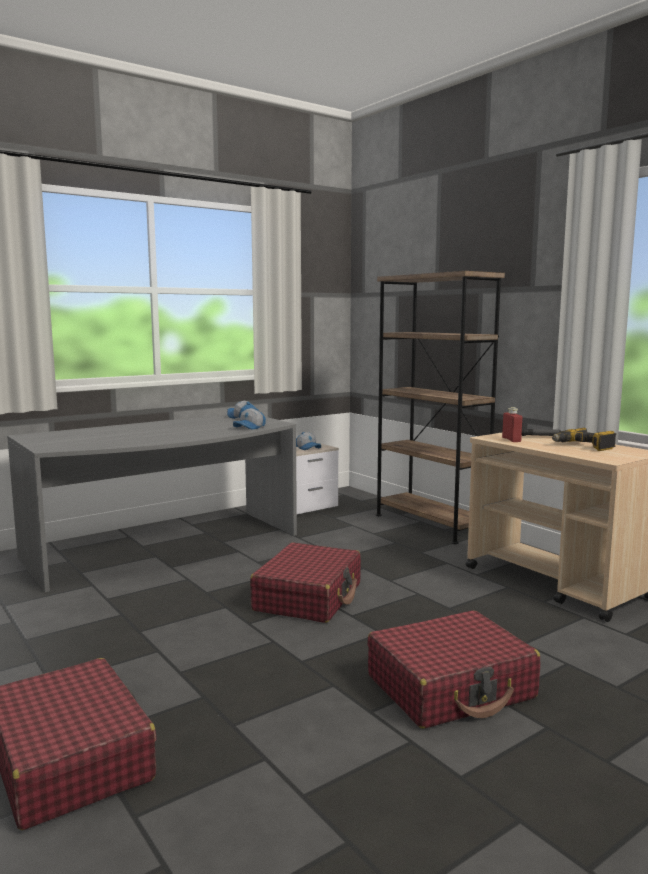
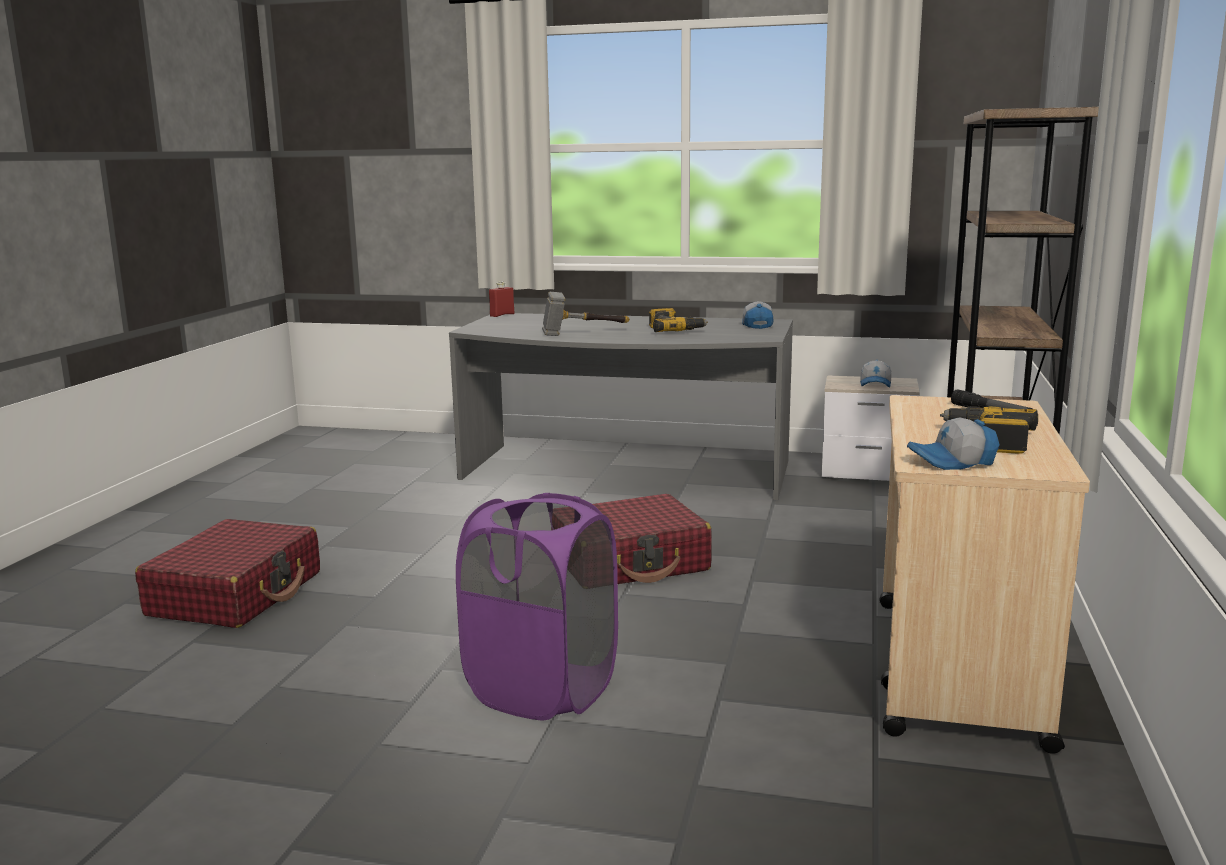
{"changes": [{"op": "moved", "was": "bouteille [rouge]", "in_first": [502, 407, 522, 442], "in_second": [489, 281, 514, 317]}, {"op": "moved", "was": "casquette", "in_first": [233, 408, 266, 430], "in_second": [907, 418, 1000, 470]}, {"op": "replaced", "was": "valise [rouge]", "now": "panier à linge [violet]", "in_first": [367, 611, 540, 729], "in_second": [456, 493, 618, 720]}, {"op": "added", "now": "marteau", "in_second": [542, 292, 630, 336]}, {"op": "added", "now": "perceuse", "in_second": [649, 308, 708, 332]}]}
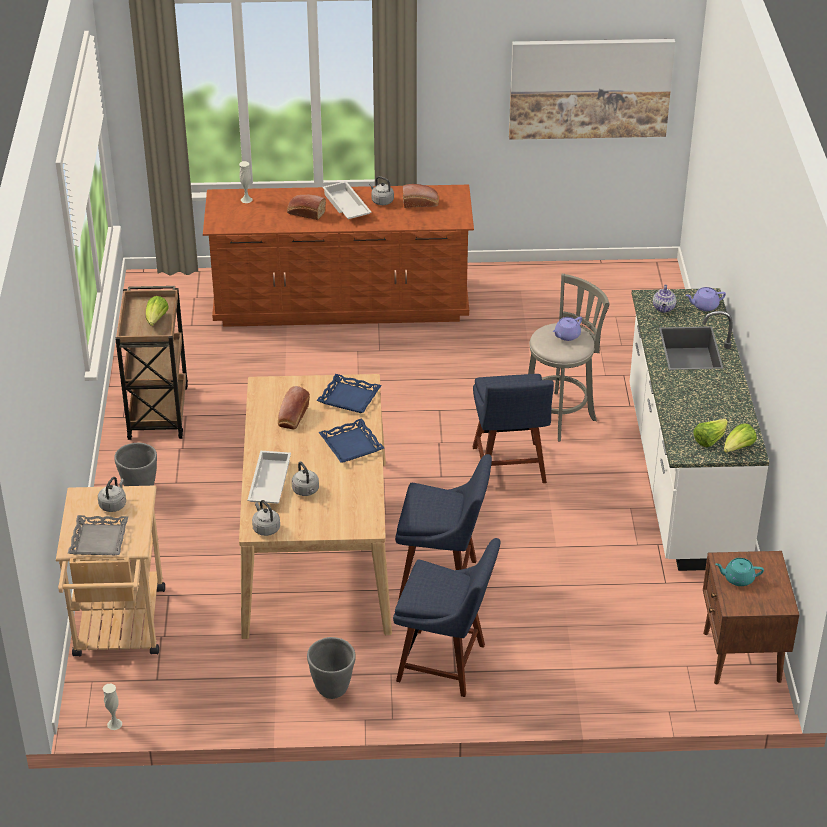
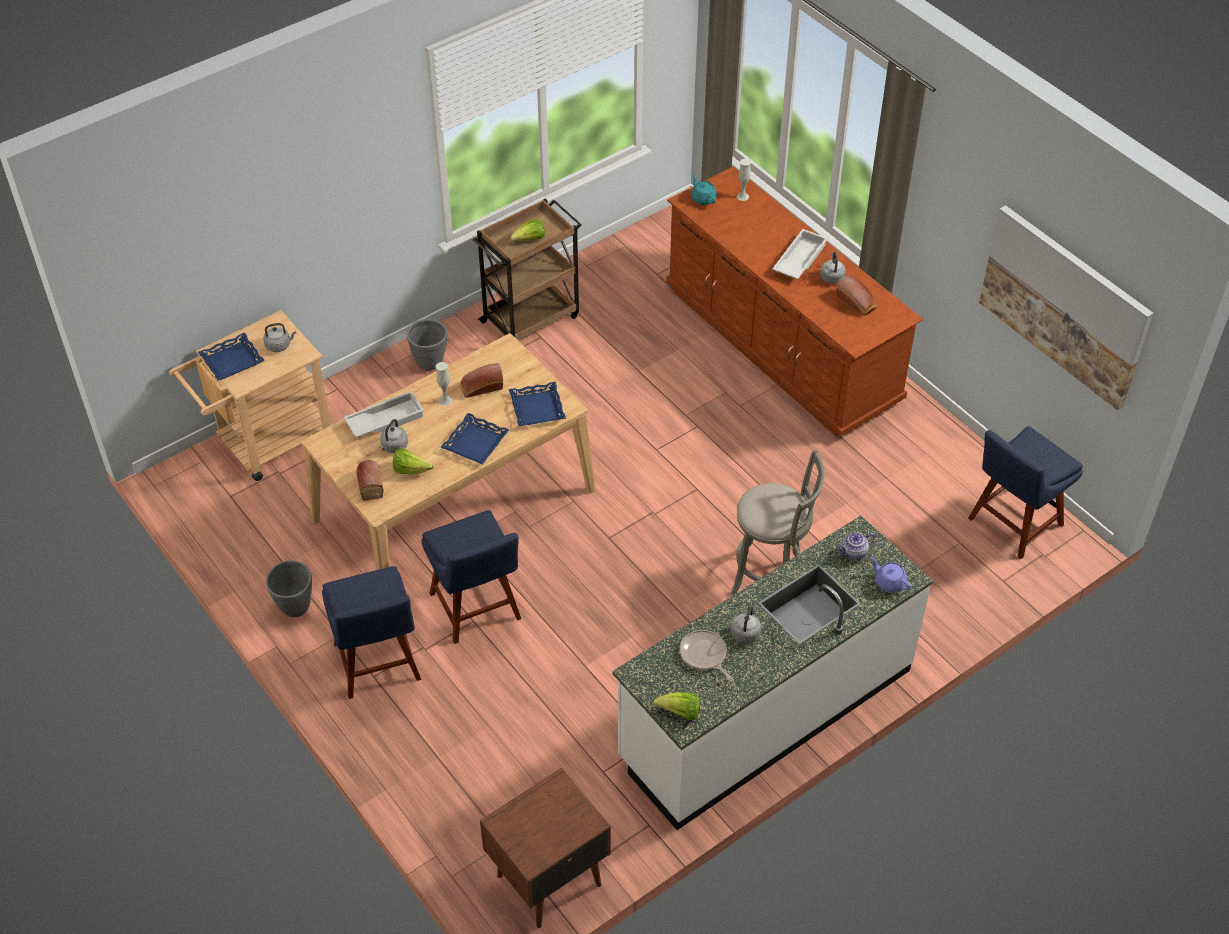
{"changes": [{"op": "moved", "was": "pain", "in_first": [287, 195, 326, 220], "in_second": [356, 460, 384, 501]}, {"op": "removed", "was": "théière [violet]", "in_first": [553, 317, 582, 341]}, {"op": "moved", "was": "chaise [bleu]", "in_first": [472, 374, 554, 483], "in_second": [968, 426, 1083, 559]}, {"op": "moved", "was": "laitue", "in_first": [693, 419, 728, 447], "in_second": [393, 448, 434, 474]}, {"op": "moved", "was": "bouilloire [gris]", "in_first": [252, 500, 280, 536], "in_second": [731, 605, 761, 644]}, {"op": "recoloured", "was": "plateau [gris]", "now": "plateau [bleu]", "in_first": [67, 515, 128, 555], "in_second": [198, 332, 265, 380]}, {"op": "moved", "was": "théière [turquoise]", "in_first": [715, 558, 764, 586], "in_second": [691, 175, 717, 205]}, {"op": "moved", "was": "vase [blanc]", "in_first": [103, 683, 122, 730], "in_second": [436, 362, 452, 405]}, {"op": "added", "now": "poêle", "in_second": [680, 630, 733, 681]}]}
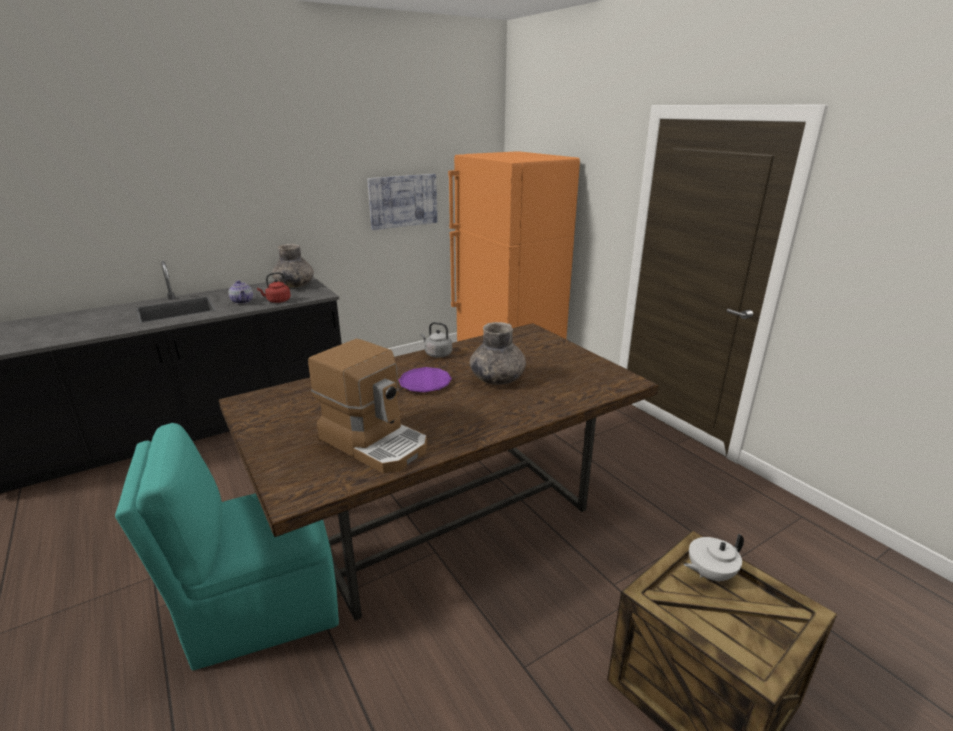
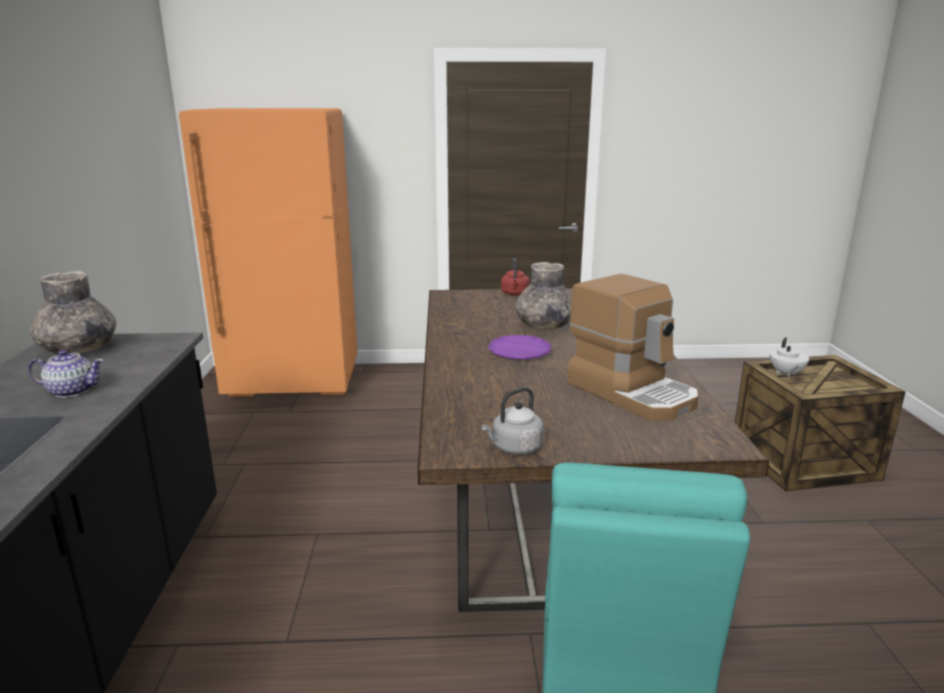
{"changes": [{"op": "removed", "was": "tableau", "in_first": [367, 174, 437, 230]}, {"op": "moved", "was": "bouilloire [rouge]", "in_first": [257, 272, 291, 303], "in_second": [501, 258, 530, 295]}, {"op": "moved", "was": "bouilloire [gris]", "in_first": [420, 322, 452, 358], "in_second": [482, 387, 544, 455]}, {"op": "turned", "was": "machine à café", "in_first": [308, 339, 427, 473], "in_second": [567, 274, 698, 421], "clockwise": 75}]}
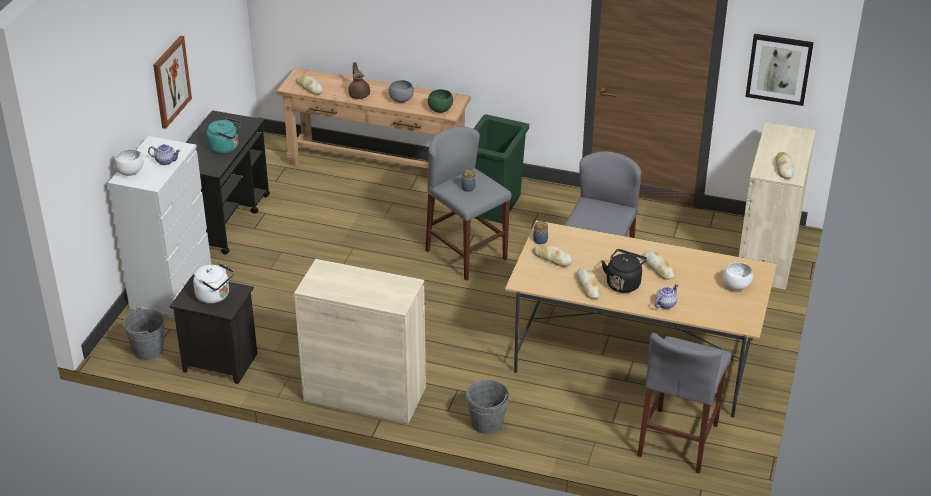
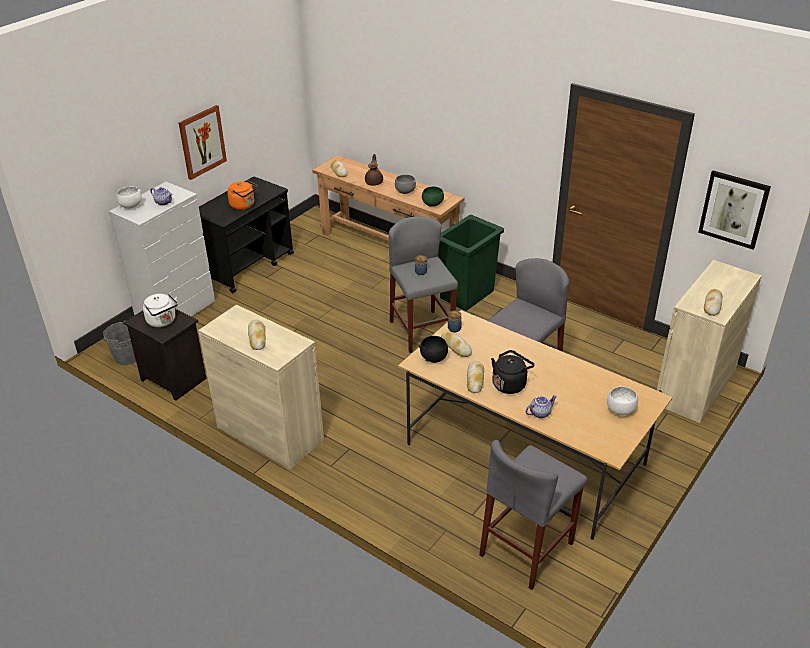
{"changes": [{"op": "recoloured", "was": "bouilloire [turquoise]", "now": "bouilloire [orange]", "in_first": [206, 117, 242, 154], "in_second": [227, 180, 258, 210]}, {"op": "moved", "was": "pain", "in_first": [642, 251, 675, 280], "in_second": [248, 319, 266, 350]}, {"op": "removed", "was": "seau [gris]", "in_first": [466, 380, 510, 434]}, {"op": "added", "now": "bol [noir]", "in_second": [419, 336, 448, 363]}]}
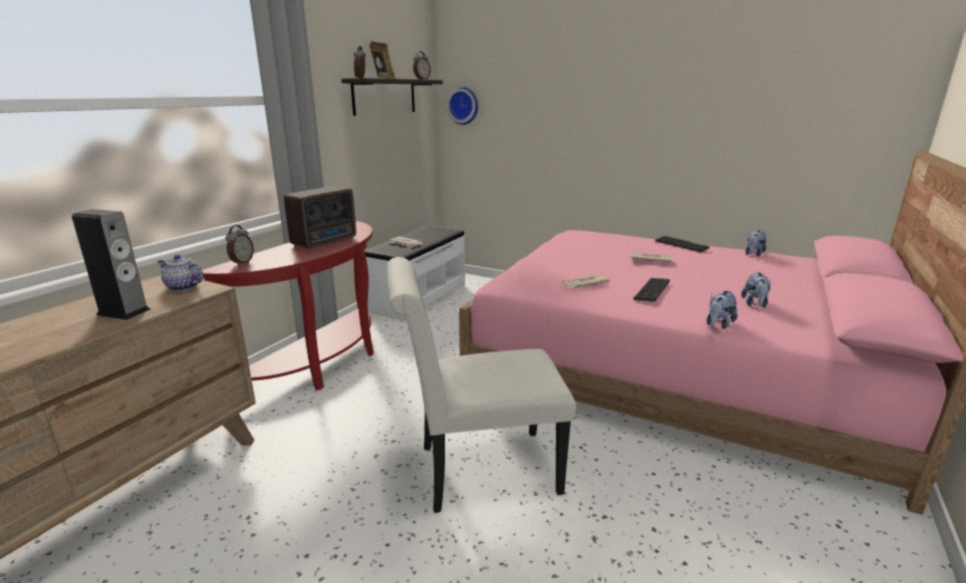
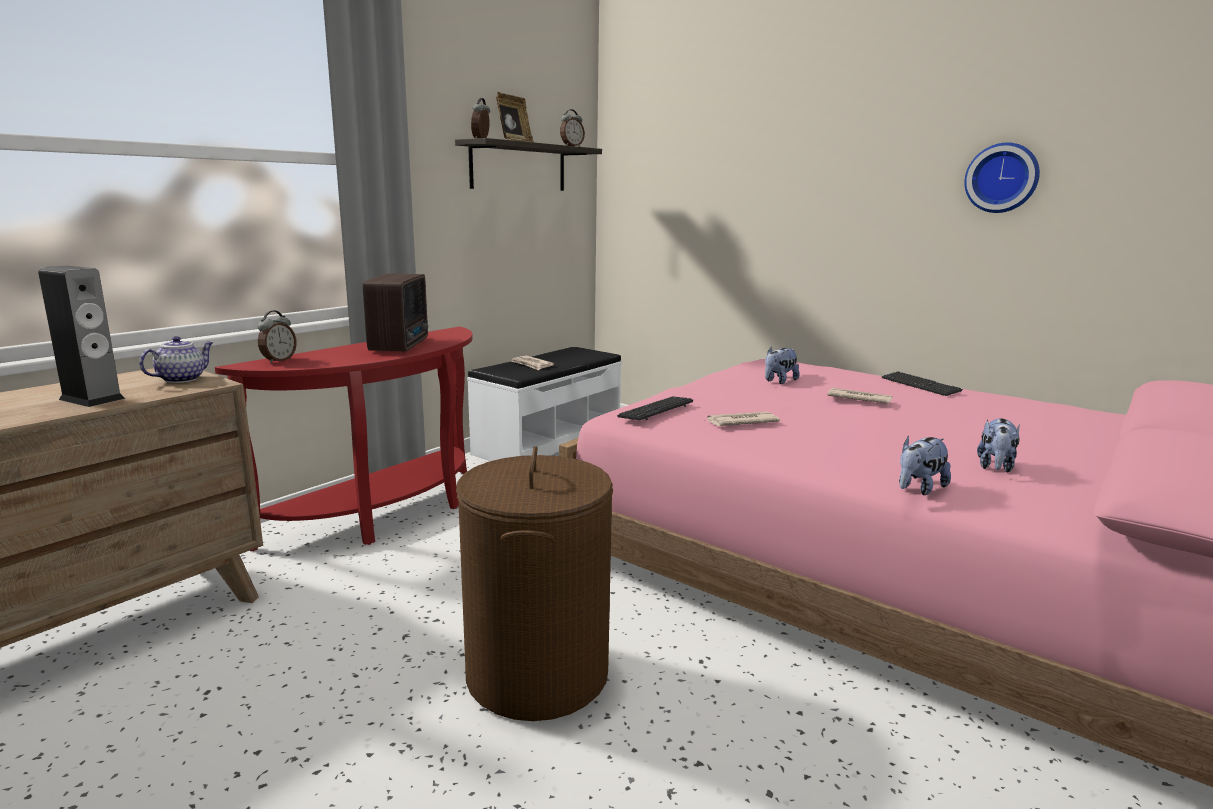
{"changes": [{"op": "moved", "was": "horloge murale", "in_first": [447, 87, 478, 125], "in_second": [964, 143, 1040, 213]}, {"op": "turned", "was": "radio", "in_first": [284, 186, 356, 248], "in_second": [363, 273, 428, 352], "clockwise": -45}, {"op": "moved", "was": "peluche", "in_first": [745, 230, 766, 257], "in_second": [765, 347, 799, 384]}, {"op": "turned", "was": "théière", "in_first": [157, 255, 203, 291], "in_second": [139, 336, 213, 383], "clockwise": 90}, {"op": "replaced", "was": "chaise [blanc]", "now": "panier à linge [marron]", "in_first": [387, 257, 576, 513], "in_second": [456, 446, 613, 721]}, {"op": "moved", "was": "clavier", "in_first": [633, 278, 670, 302], "in_second": [617, 396, 693, 420]}]}
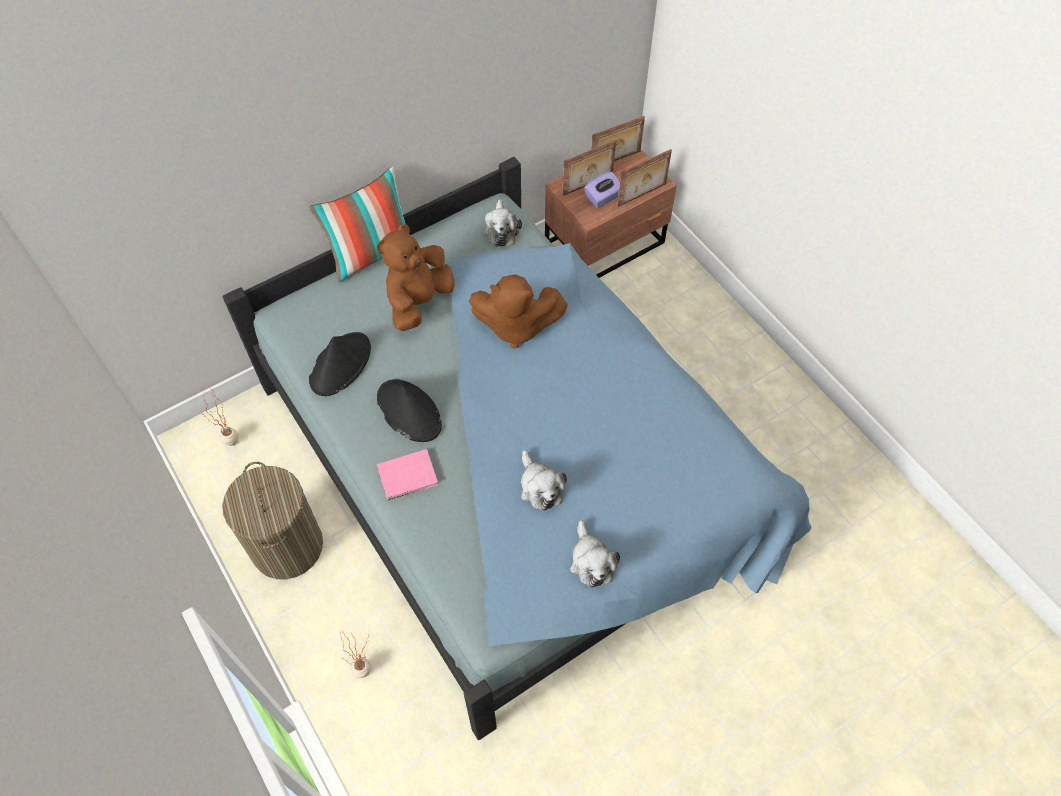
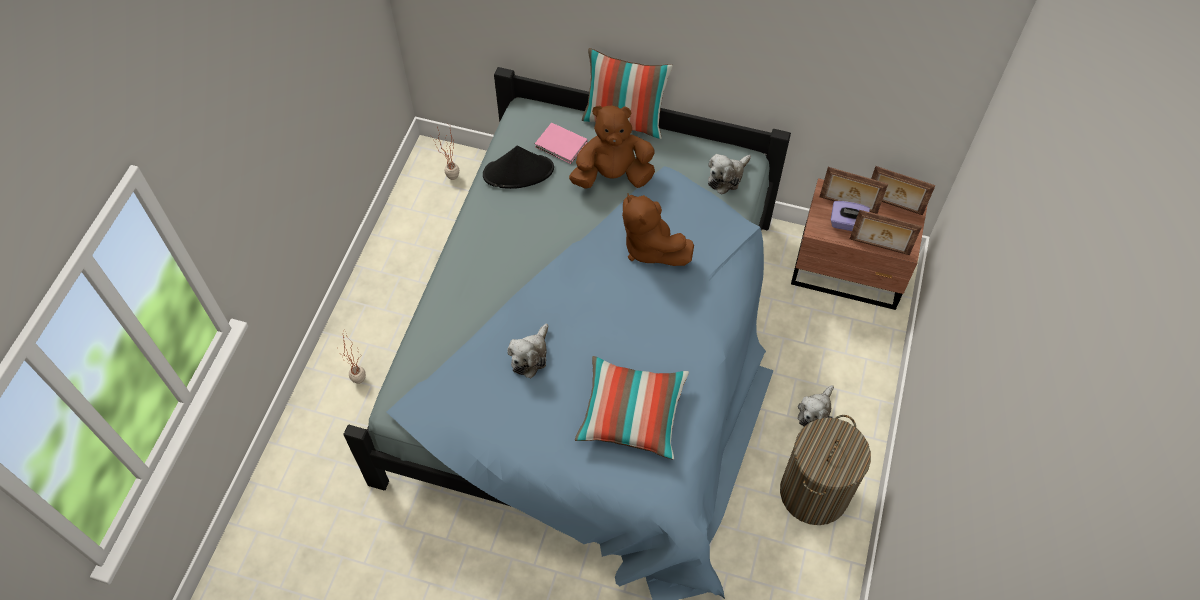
{"changes": [{"op": "removed", "was": "chapeau [noir]", "in_first": [377, 379, 442, 442]}, {"op": "moved", "was": "livre [rose]", "in_first": [377, 449, 438, 501], "in_second": [535, 122, 587, 164]}, {"op": "moved", "was": "panier à linge", "in_first": [222, 462, 323, 579], "in_second": [780, 415, 871, 525]}, {"op": "moved", "was": "peluche", "in_first": [570, 520, 620, 588], "in_second": [798, 385, 834, 427]}, {"op": "added", "now": "coussin", "in_second": [575, 356, 689, 459]}]}
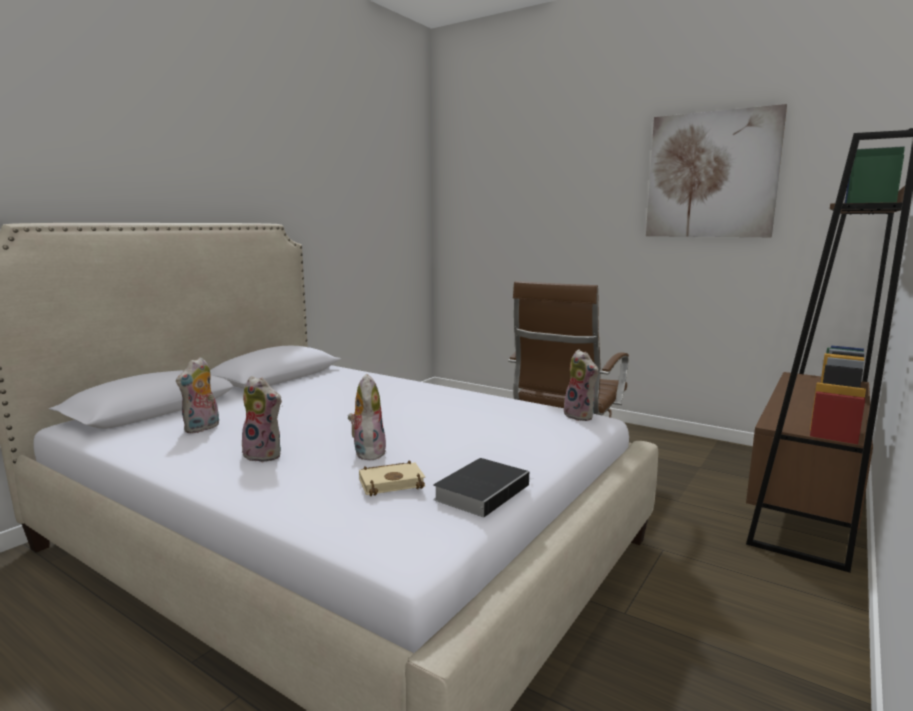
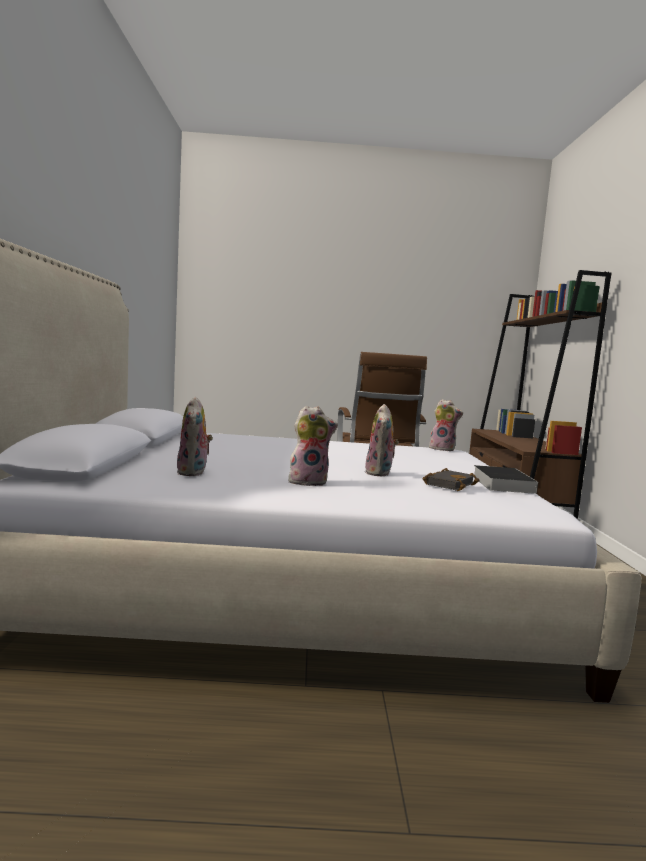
{"changes": [{"op": "removed", "was": "tableau", "in_first": [646, 104, 787, 237]}, {"op": "turned", "was": "peluche", "in_first": [348, 374, 386, 460], "in_second": [365, 404, 399, 476], "clockwise": -135}, {"op": "recoloured", "was": "livre [beige]", "now": "livre [noir]", "in_first": [359, 460, 425, 496], "in_second": [422, 468, 480, 491]}]}
